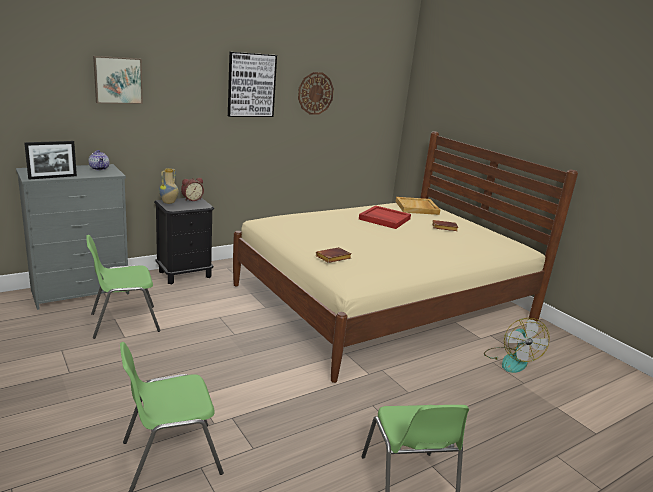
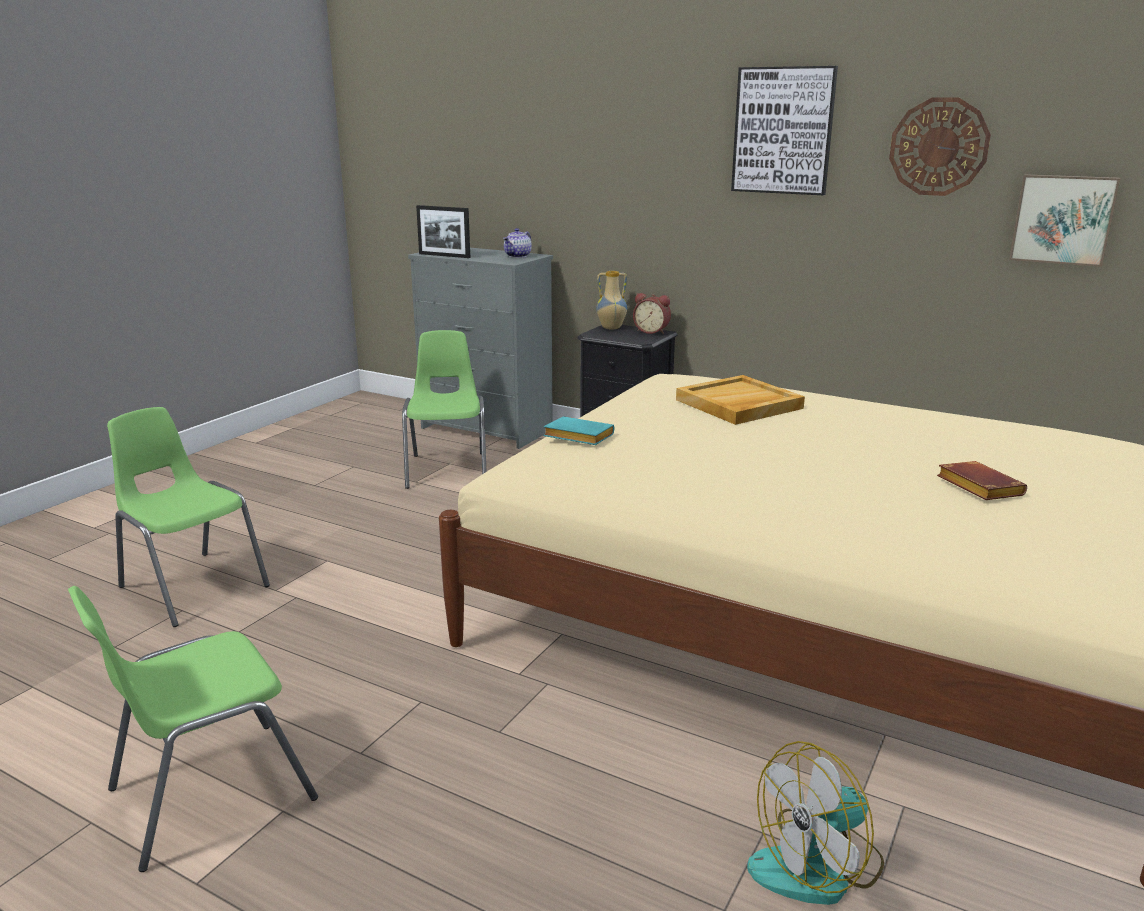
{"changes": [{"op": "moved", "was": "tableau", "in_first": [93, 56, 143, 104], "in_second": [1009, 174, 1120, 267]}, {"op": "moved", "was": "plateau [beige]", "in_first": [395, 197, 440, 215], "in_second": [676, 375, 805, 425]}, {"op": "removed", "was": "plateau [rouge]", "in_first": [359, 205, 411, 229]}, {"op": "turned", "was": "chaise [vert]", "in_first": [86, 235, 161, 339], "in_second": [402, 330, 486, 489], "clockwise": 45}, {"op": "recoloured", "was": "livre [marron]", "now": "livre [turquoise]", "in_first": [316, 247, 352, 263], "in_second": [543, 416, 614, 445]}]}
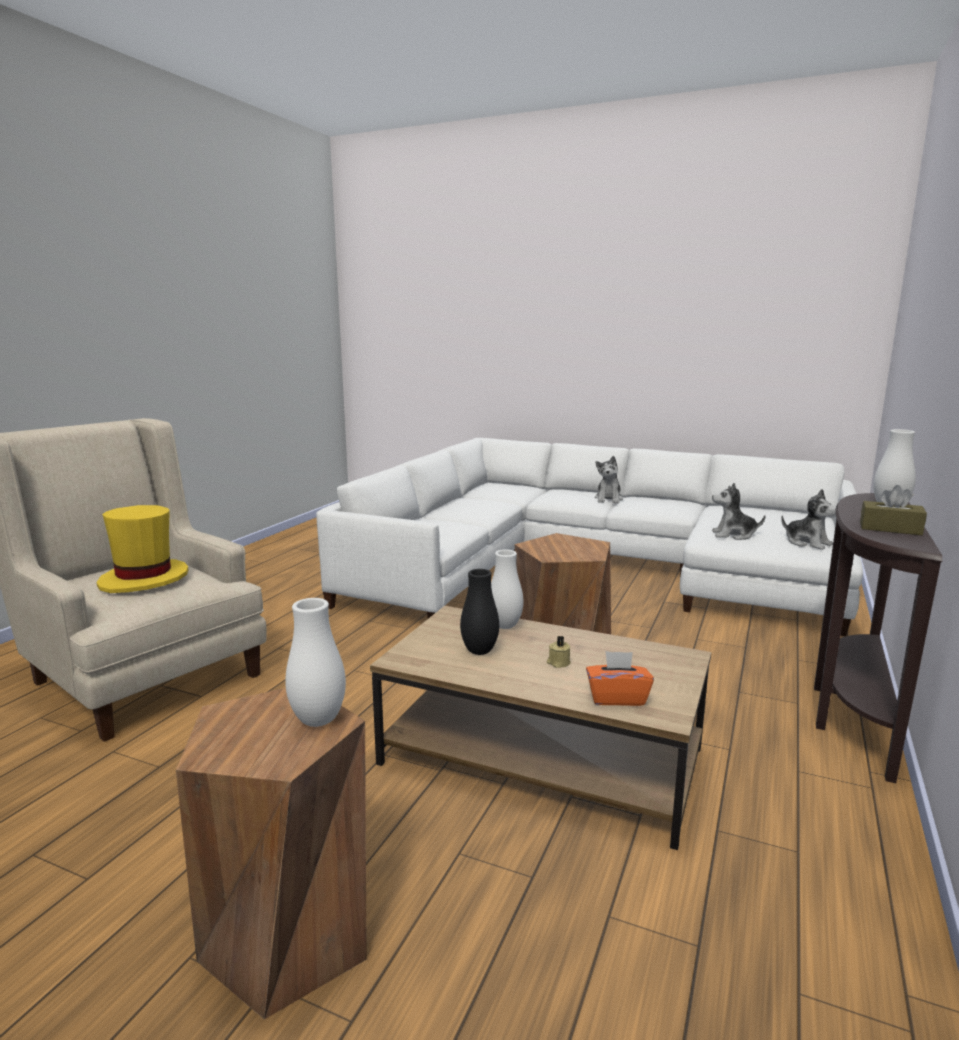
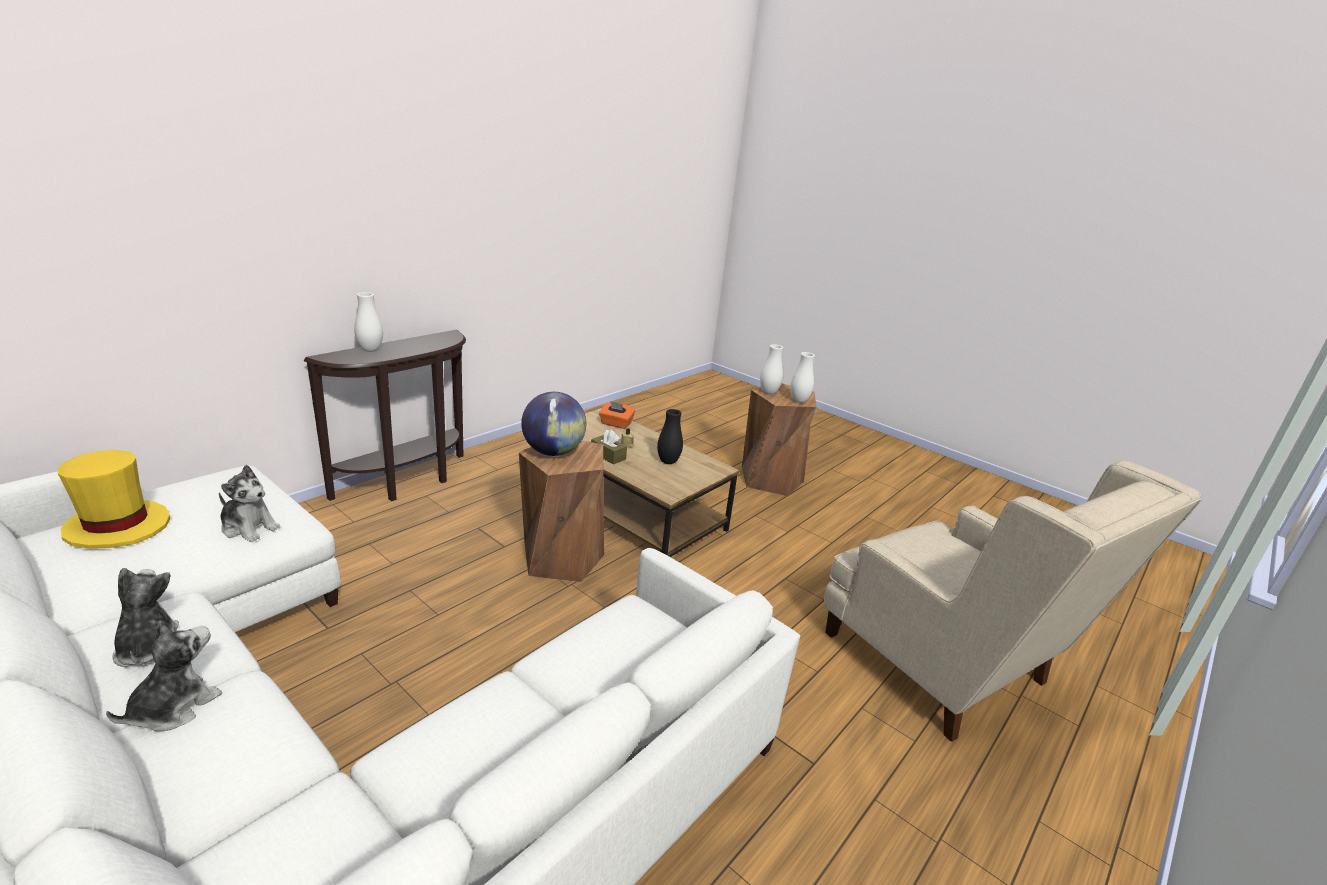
{"changes": [{"op": "moved", "was": "boîte à mouchoirs [marron]", "in_first": [860, 485, 927, 535], "in_second": [591, 429, 627, 465]}, {"op": "moved", "was": "peluche", "in_first": [781, 489, 836, 550], "in_second": [112, 568, 179, 667]}, {"op": "moved", "was": "chapeau [jaune]", "in_first": [97, 505, 188, 593], "in_second": [58, 450, 170, 549]}, {"op": "moved", "was": "vase [blanc]", "in_first": [491, 550, 523, 629], "in_second": [790, 352, 815, 403]}, {"op": "added", "now": "globe", "in_second": [521, 392, 586, 456]}]}
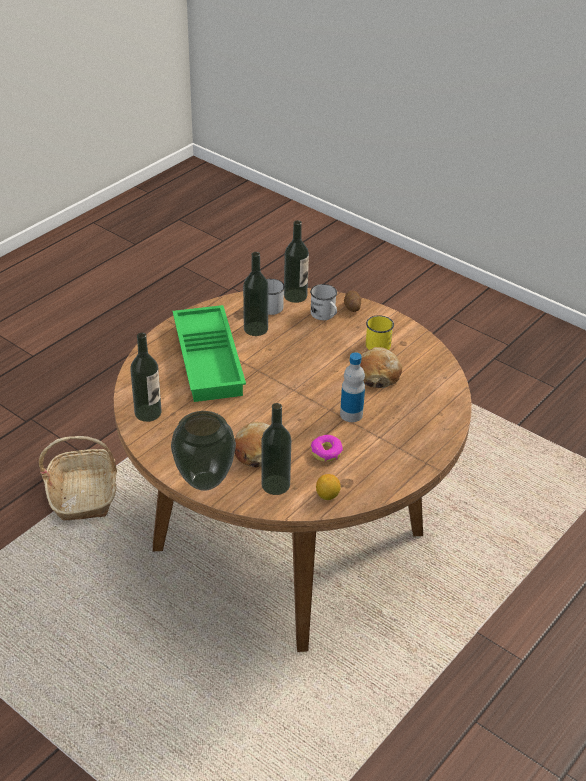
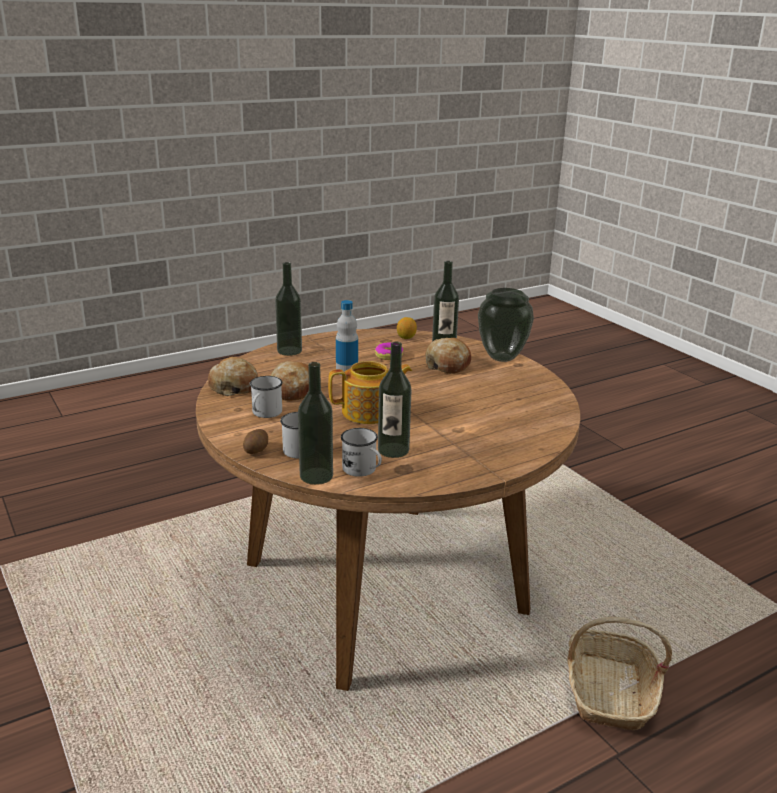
{"changes": [{"op": "removed", "was": "plateau [vert]", "in_first": [173, 305, 246, 402]}, {"op": "recoloured", "was": "mug [jaune]", "now": "mug [blanc]", "in_first": [366, 315, 394, 350], "in_second": [250, 376, 283, 418]}, {"op": "moved", "was": "bouteille", "in_first": [130, 333, 162, 422], "in_second": [275, 262, 302, 356]}, {"op": "added", "now": "pain", "in_second": [208, 357, 258, 396]}, {"op": "added", "now": "théière", "in_second": [328, 361, 412, 424]}]}
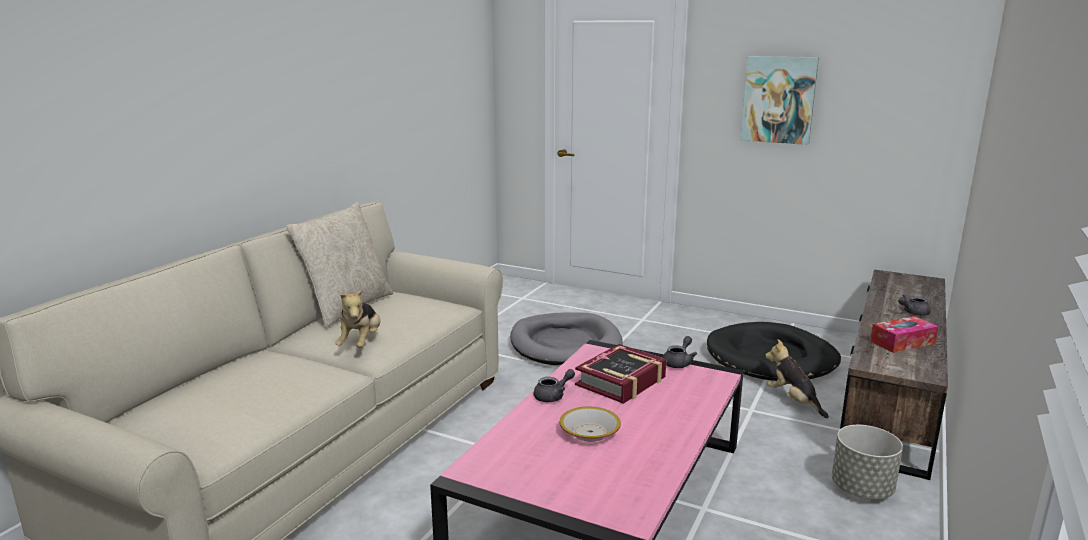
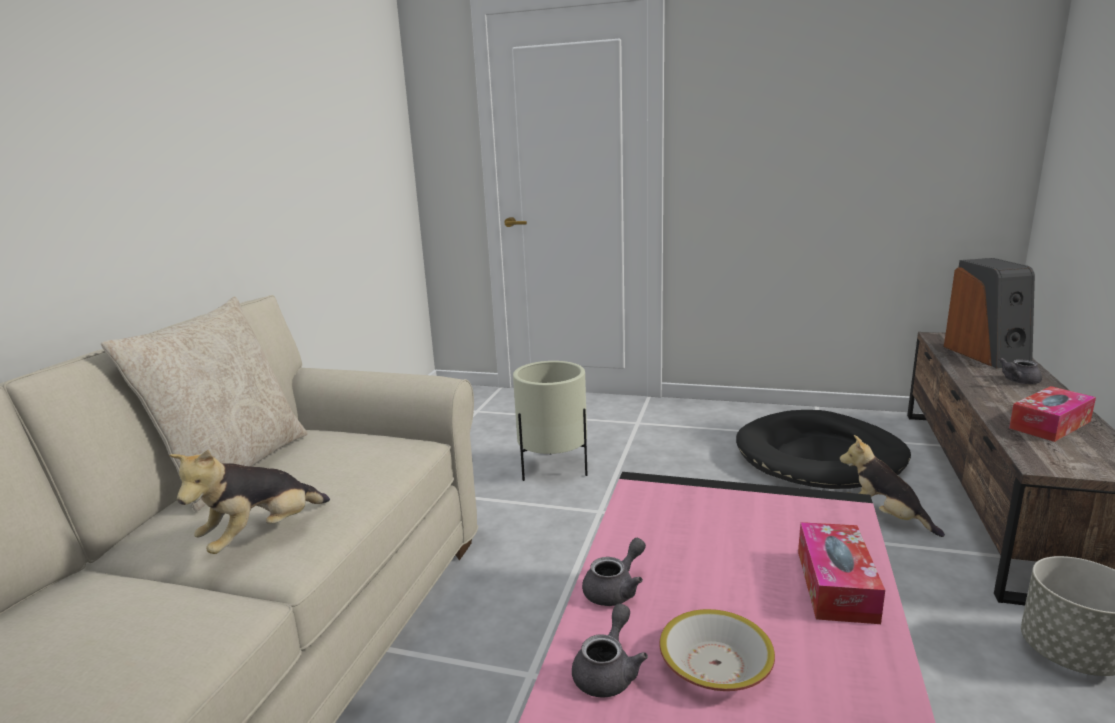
{"changes": [{"op": "removed", "was": "tableau", "in_first": [740, 56, 819, 145]}, {"op": "turned", "was": "peluche", "in_first": [335, 289, 381, 348], "in_second": [169, 449, 330, 554], "clockwise": 45}, {"op": "replaced", "was": "panier pour chien [gris]", "now": "cache-pot [beige]", "in_first": [510, 312, 623, 366], "in_second": [513, 361, 588, 481]}, {"op": "moved", "was": "théière [gris]", "in_first": [663, 336, 697, 368], "in_second": [572, 604, 648, 698]}, {"op": "removed", "was": "livre", "in_first": [575, 344, 666, 404]}, {"op": "added", "now": "enceinte", "in_second": [944, 258, 1035, 368]}, {"op": "added", "now": "boîte à mouchoirs", "in_second": [798, 522, 885, 624]}]}
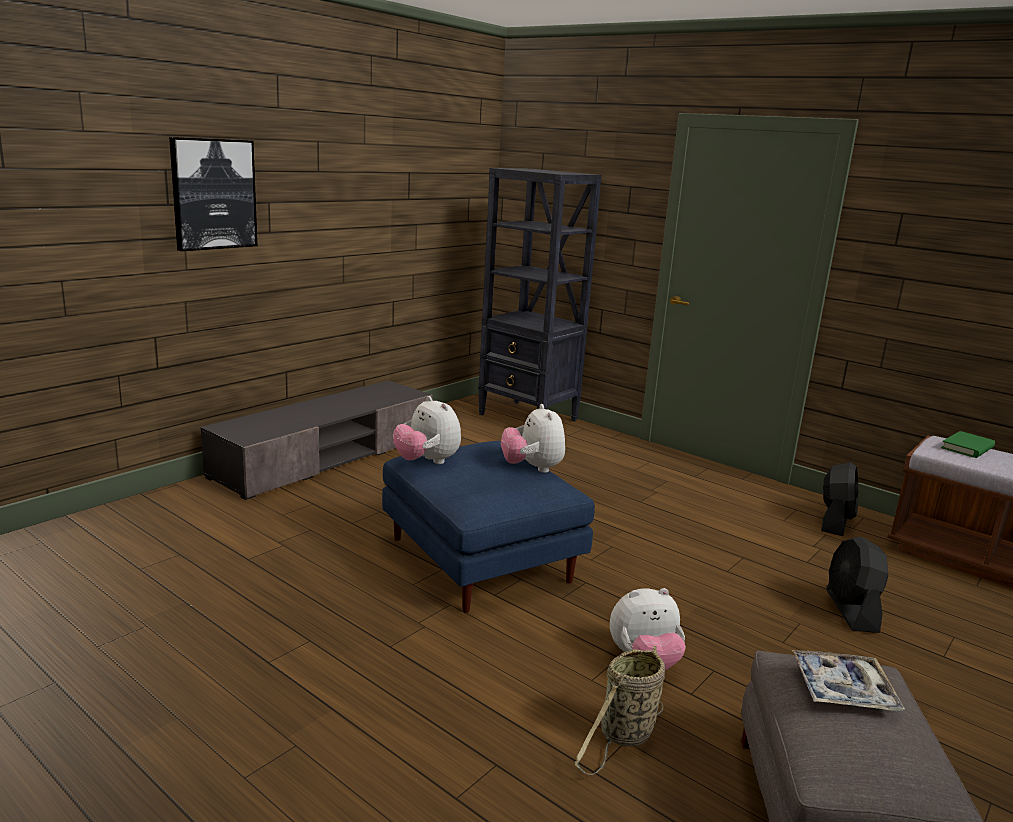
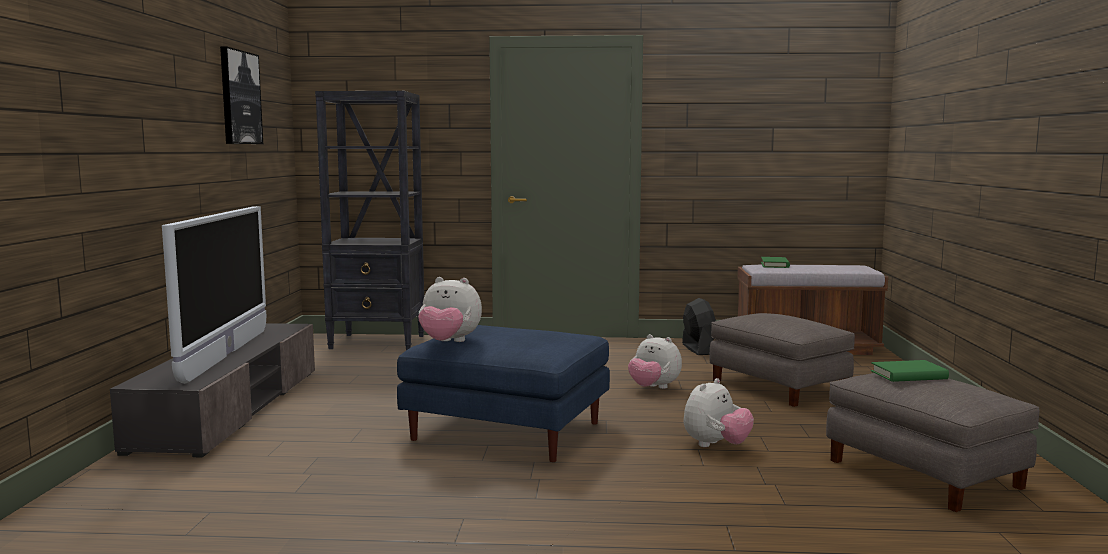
{"changes": [{"op": "moved", "was": "tableau", "in_first": [169, 137, 257, 251], "in_second": [220, 46, 263, 144]}, {"op": "moved", "was": "peluche", "in_first": [501, 404, 565, 473], "in_second": [628, 334, 682, 389]}, {"op": "replaced", "was": "ventilateur [noir]", "now": "pouf [gris]", "in_first": [826, 536, 888, 633], "in_second": [709, 313, 855, 407]}, {"op": "removed", "was": "panier", "in_first": [574, 646, 665, 775]}, {"op": "replaced", "was": "plateau", "now": "livre [vert]", "in_first": [792, 650, 905, 711], "in_second": [871, 360, 949, 382]}, {"op": "added", "now": "téléviseur", "in_second": [162, 206, 266, 384]}]}
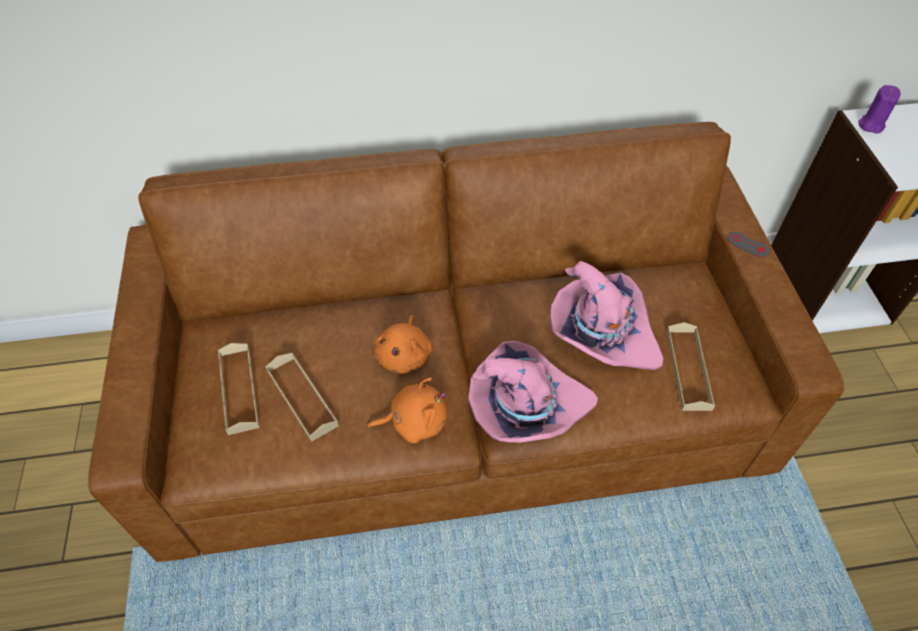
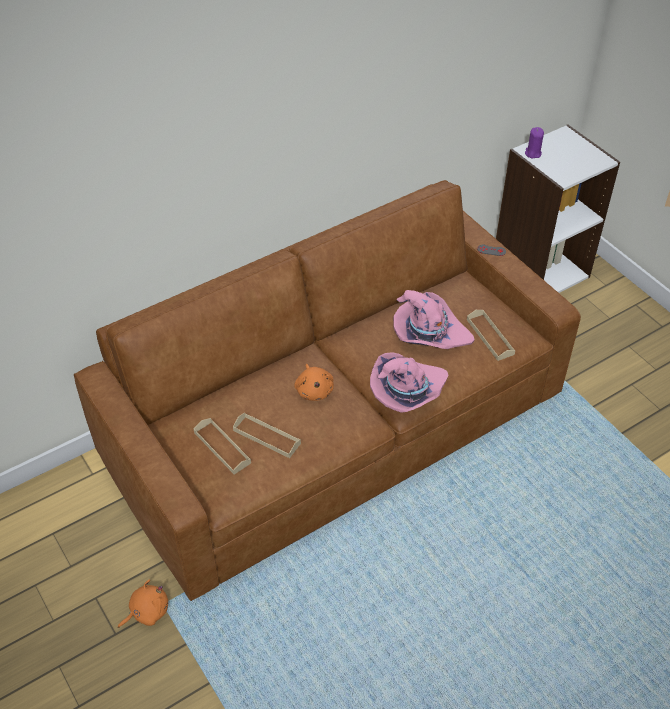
{"changes": [{"op": "moved", "was": "peluche [orange]", "in_first": [367, 377, 448, 443], "in_second": [118, 579, 168, 628]}]}
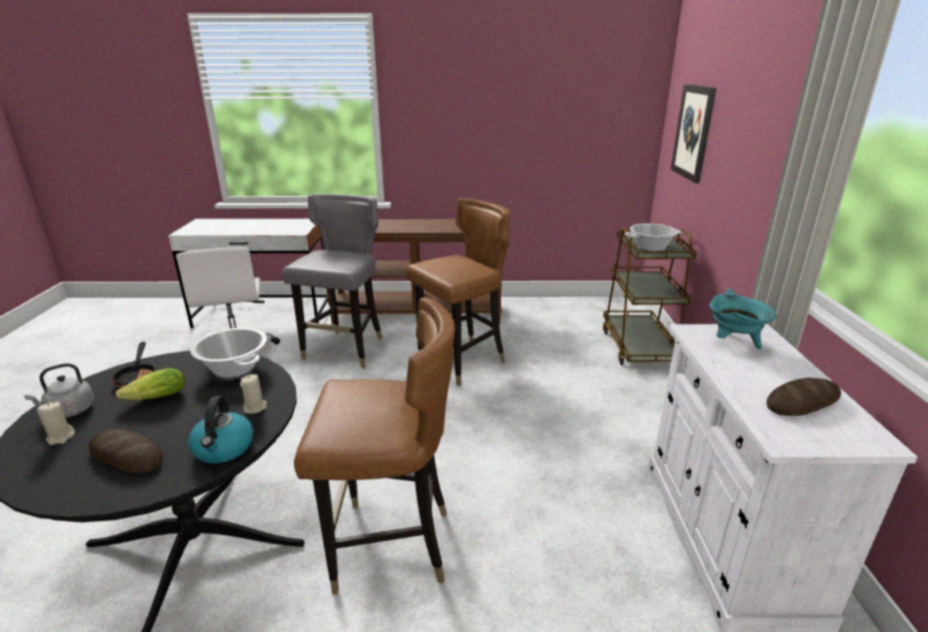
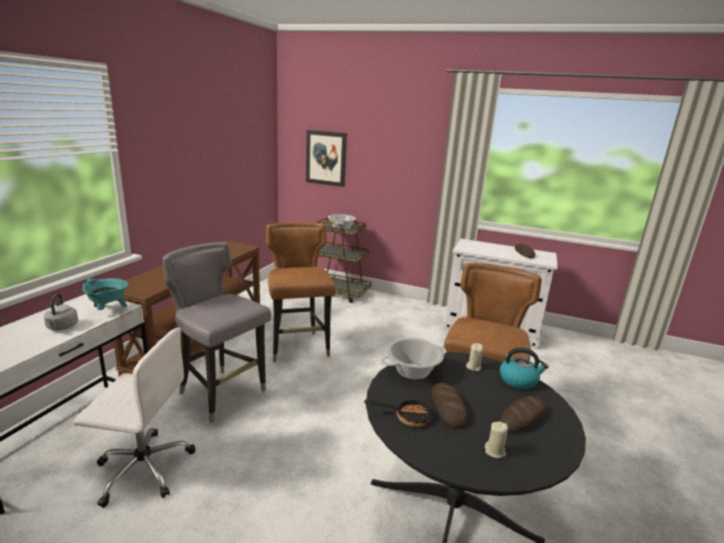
{"changes": [{"op": "moved", "was": "marmite [turquoise]", "in_first": [710, 288, 777, 349], "in_second": [82, 277, 129, 310]}, {"op": "moved", "was": "bouilloire [gris]", "in_first": [24, 363, 95, 418], "in_second": [44, 293, 78, 330]}, {"op": "replaced", "was": "laitue", "now": "pain", "in_first": [115, 368, 185, 400], "in_second": [432, 382, 467, 428]}]}
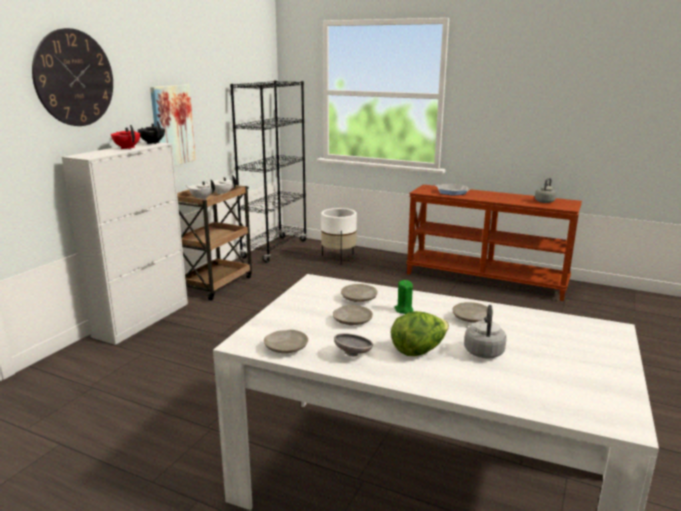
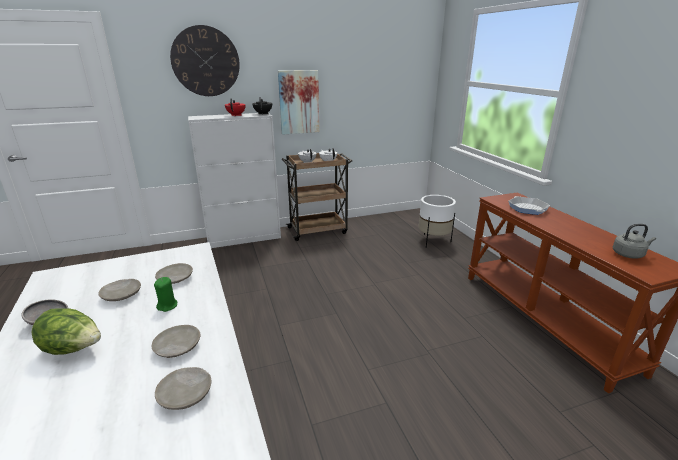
{"changes": [{"op": "removed", "was": "bibliothèque [noir]", "in_first": [230, 81, 307, 263]}, {"op": "removed", "was": "bouilloire [gris]", "in_first": [464, 305, 507, 359]}, {"op": "moved", "was": "assiette [beige]", "in_first": [264, 330, 308, 353], "in_second": [155, 367, 212, 410]}]}
